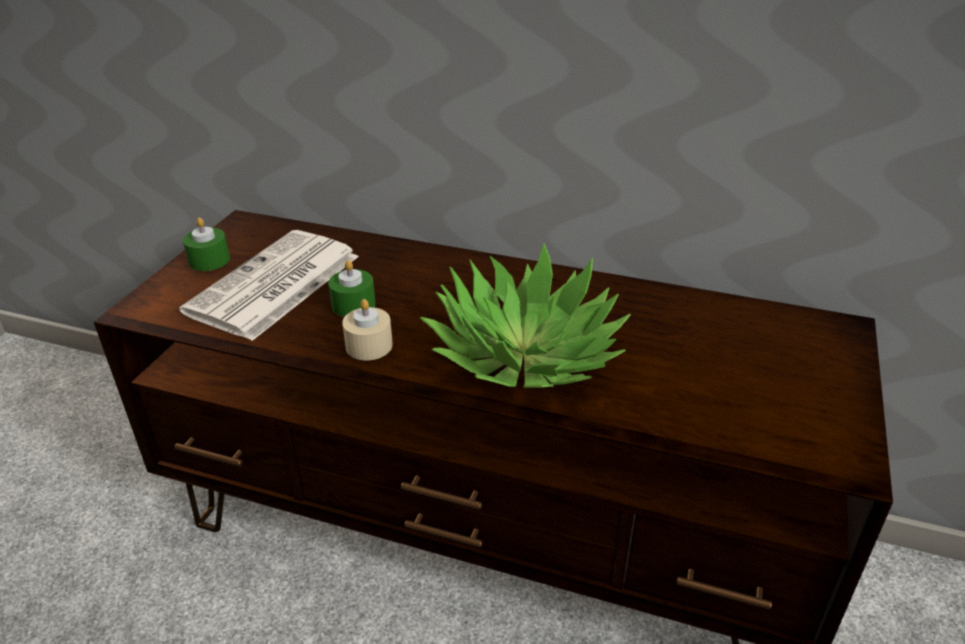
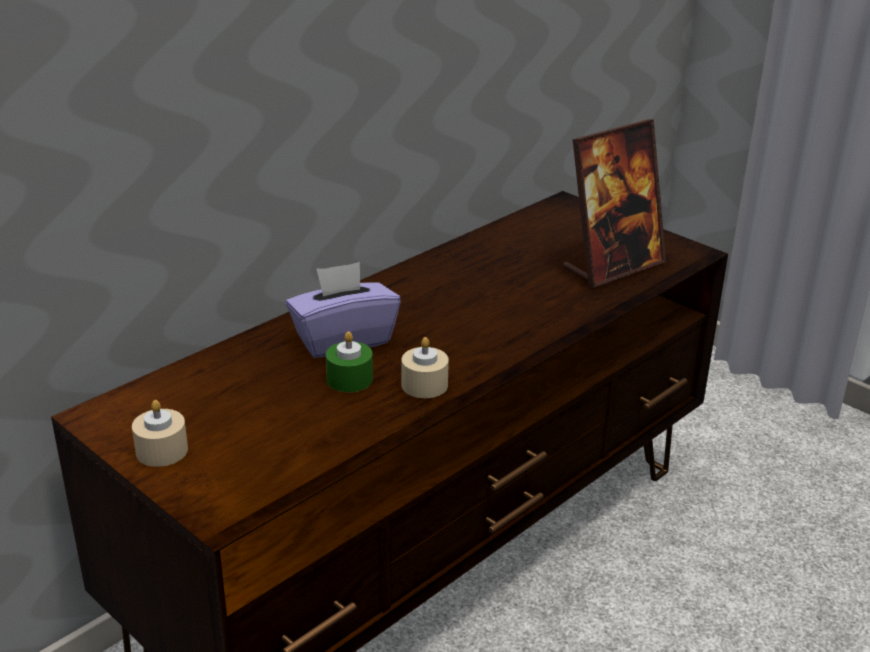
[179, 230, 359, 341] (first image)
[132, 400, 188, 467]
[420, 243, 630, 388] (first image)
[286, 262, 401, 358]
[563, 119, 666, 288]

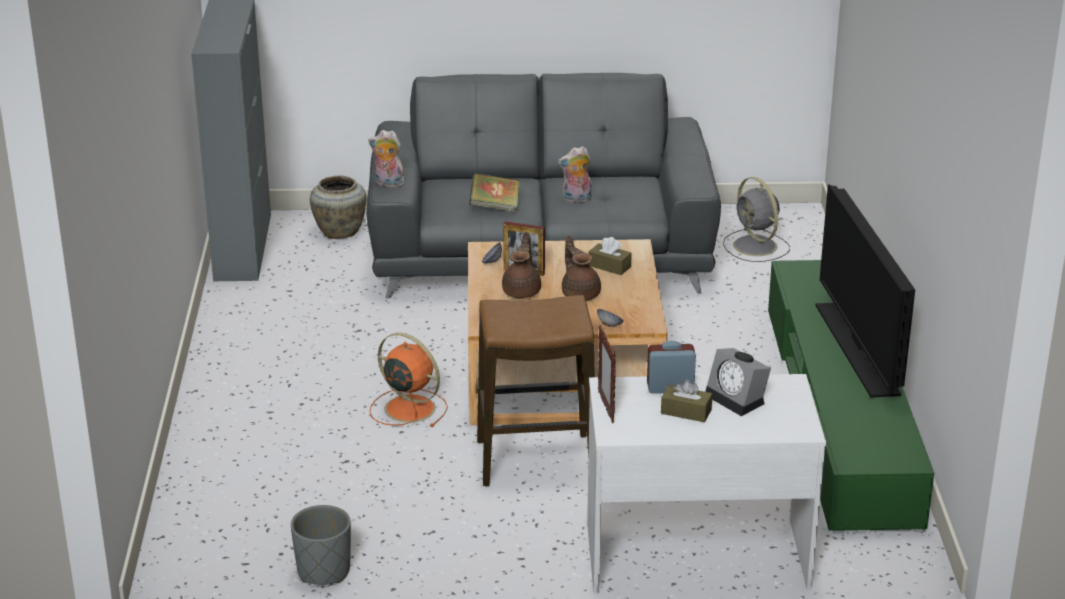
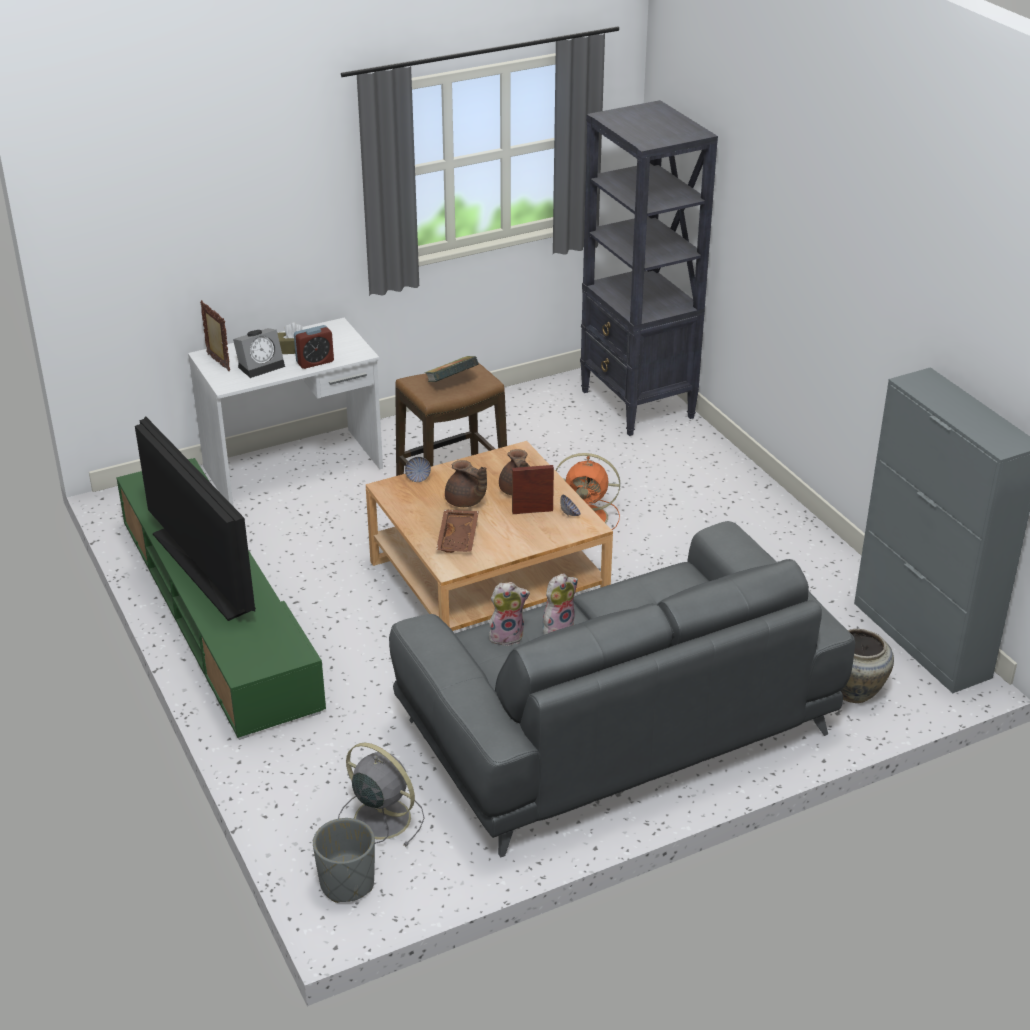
[313, 818, 375, 903]
[489, 582, 530, 646]
[424, 356, 479, 382]
[436, 509, 479, 553]
[200, 300, 230, 371]
[233, 328, 285, 378]
[580, 100, 718, 436]

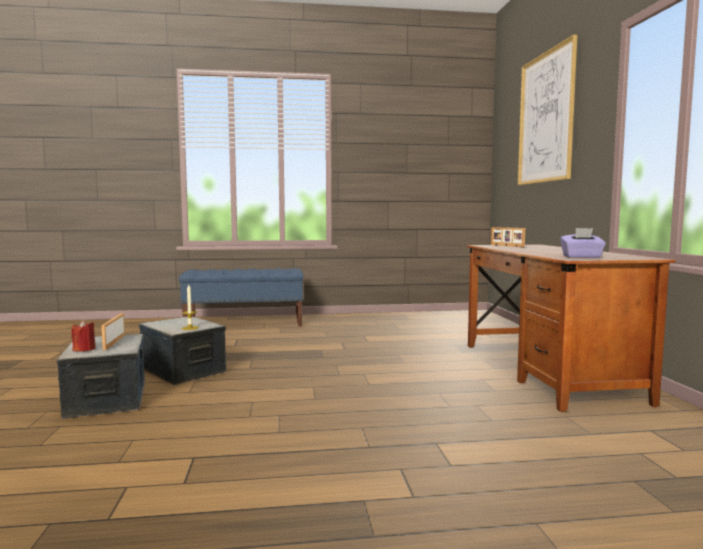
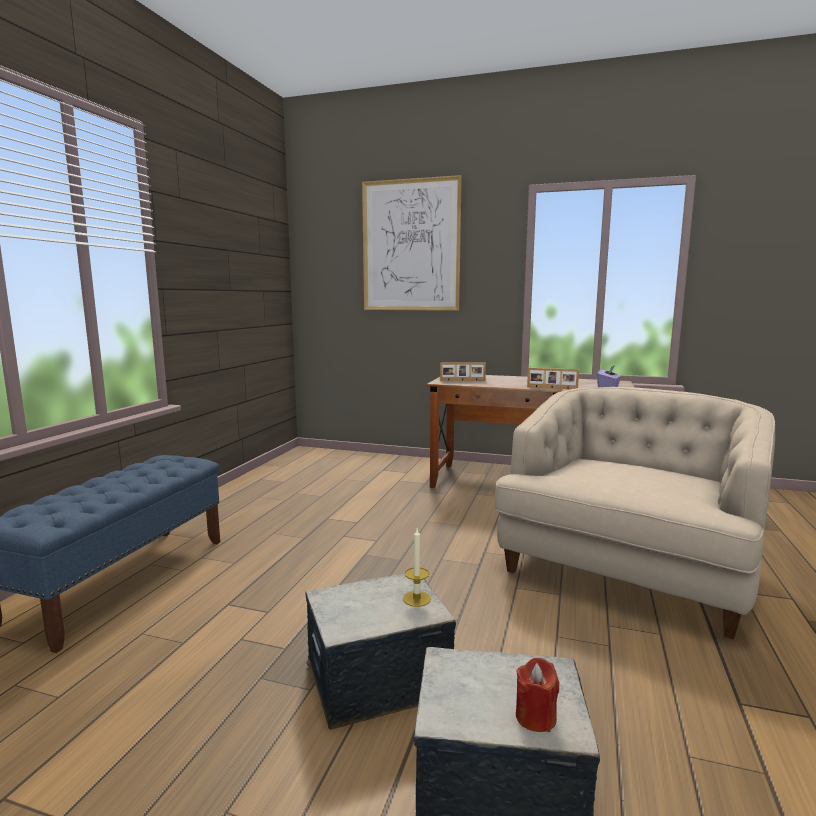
[527, 368, 579, 389]
[495, 387, 775, 640]

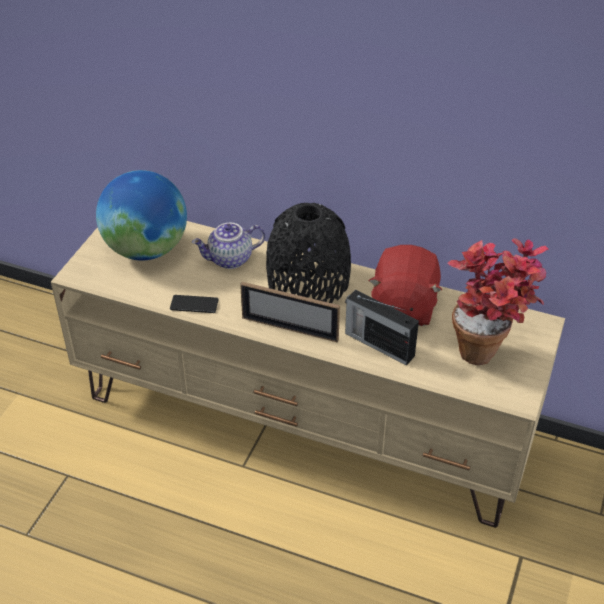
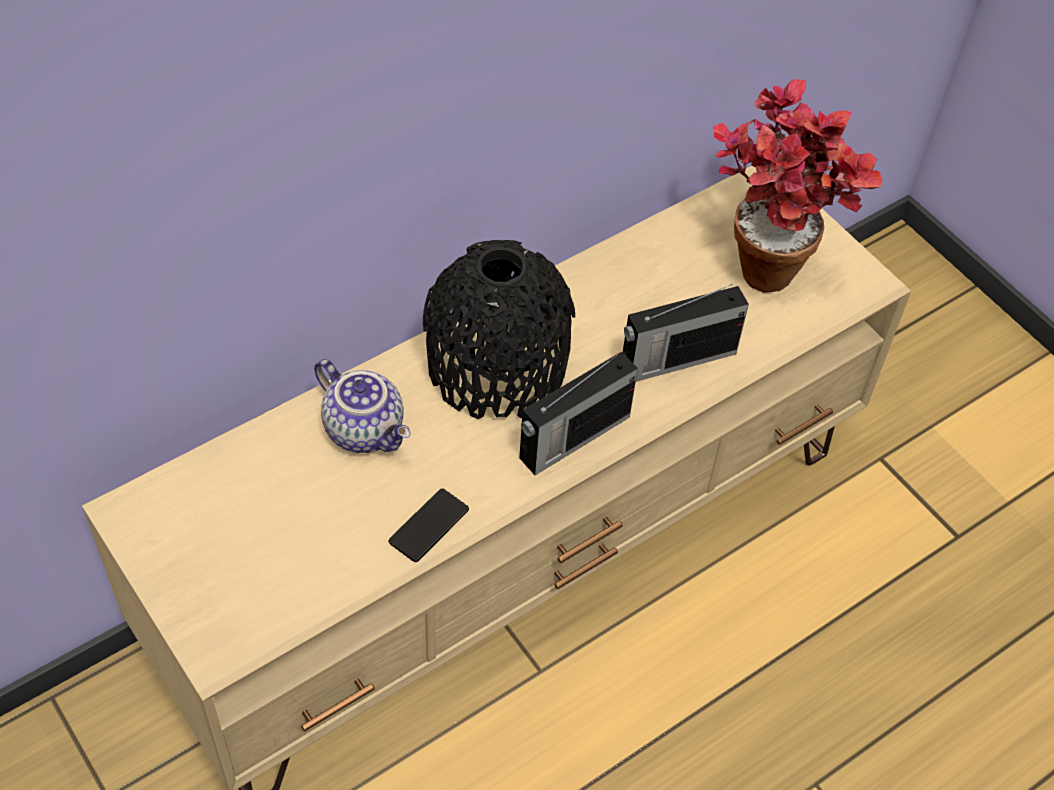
[96, 170, 187, 261] (first image)
[314, 359, 410, 453]
[519, 352, 638, 475]
[369, 245, 442, 326] (first image)

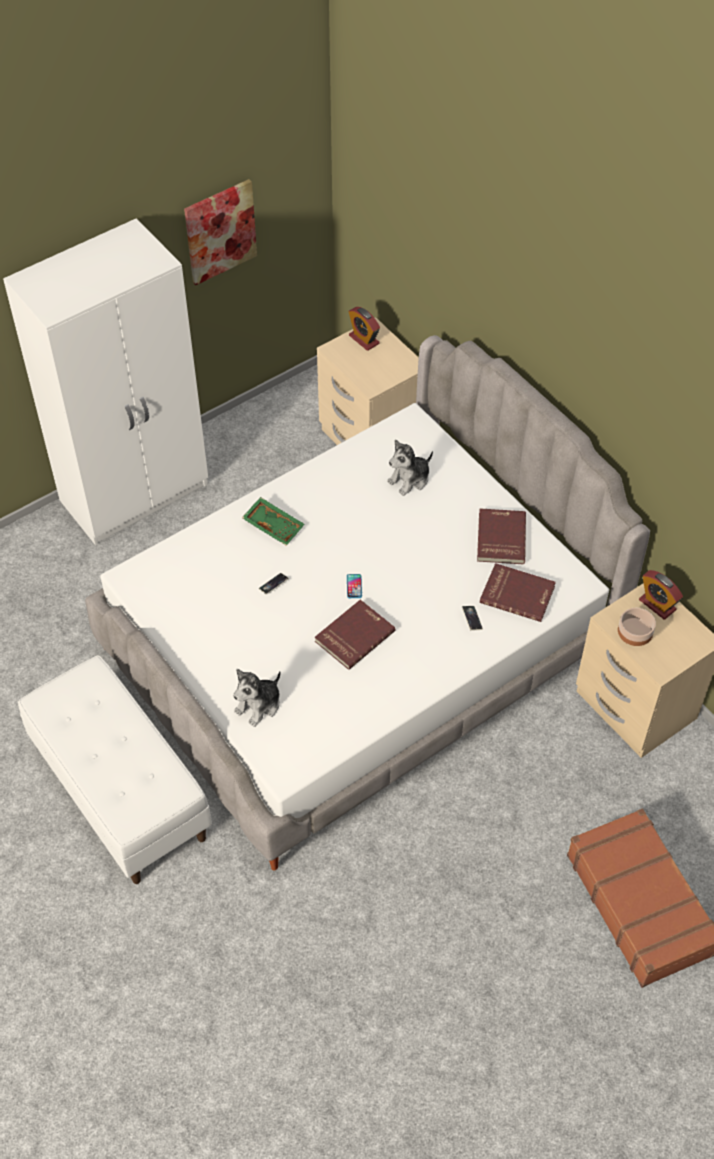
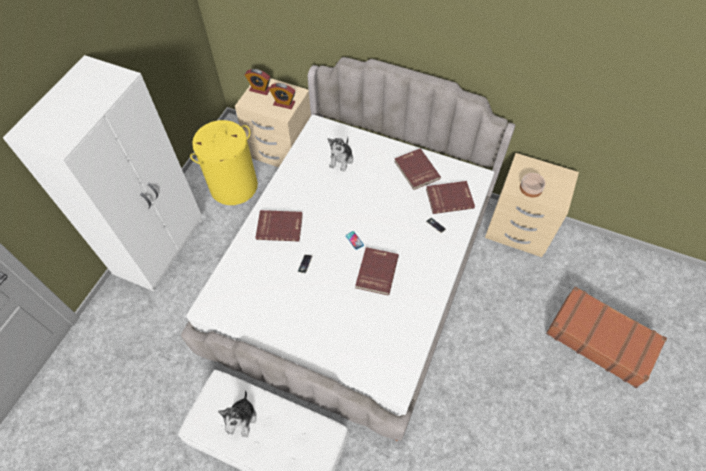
[184, 179, 257, 285] (first image)
[218, 390, 257, 438]
[255, 210, 303, 241]
[269, 83, 295, 109]
[190, 120, 258, 205]

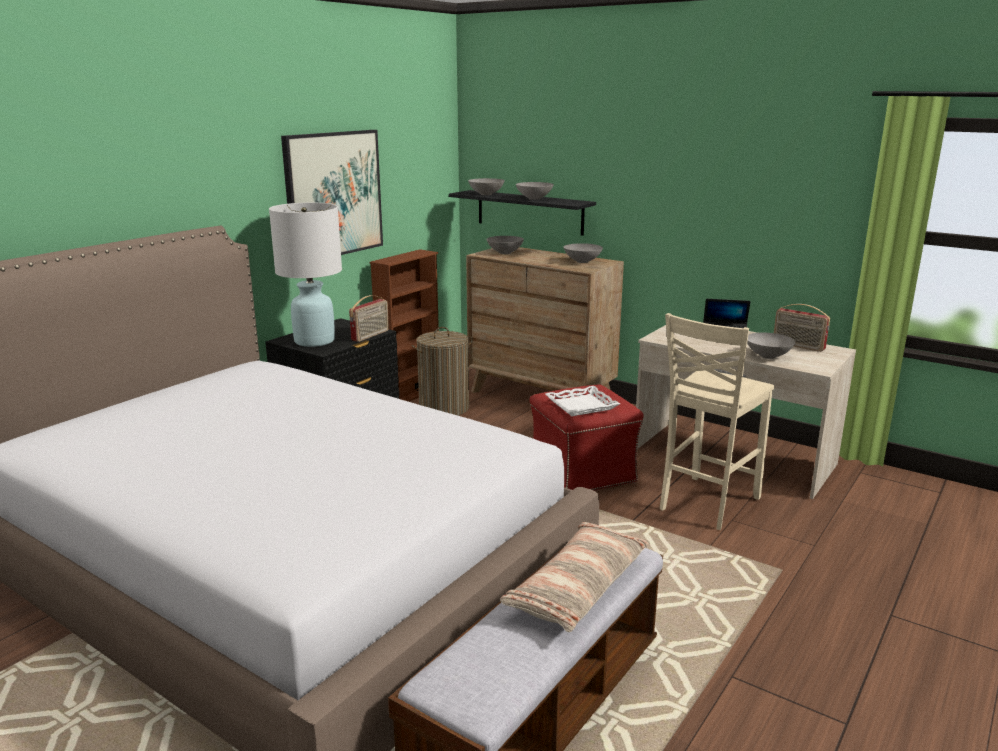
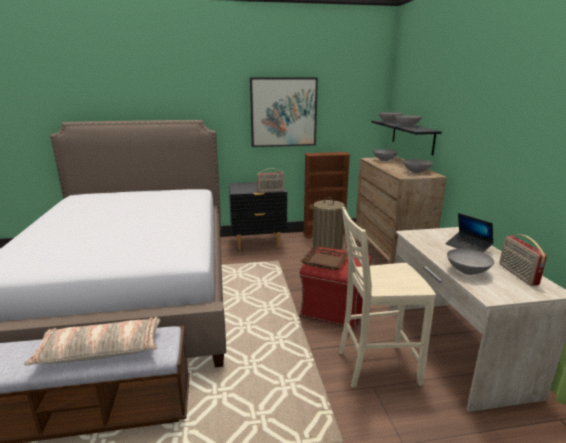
[269, 203, 342, 347] (first image)
[301, 247, 348, 270]

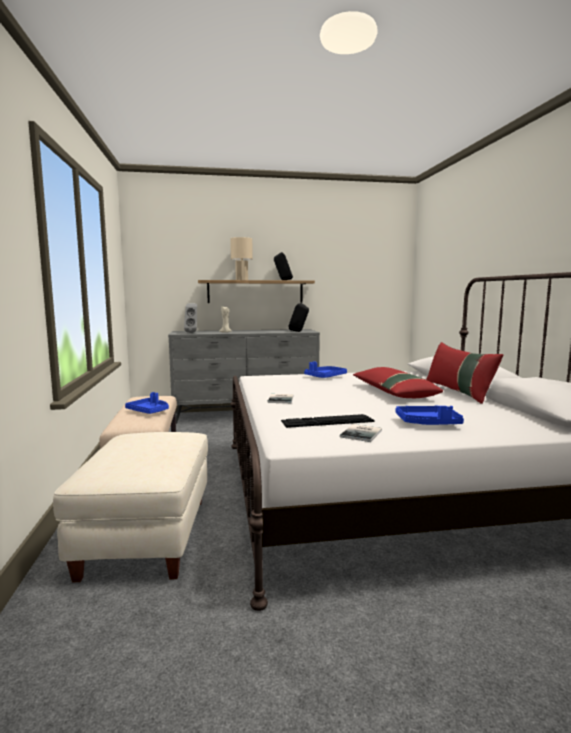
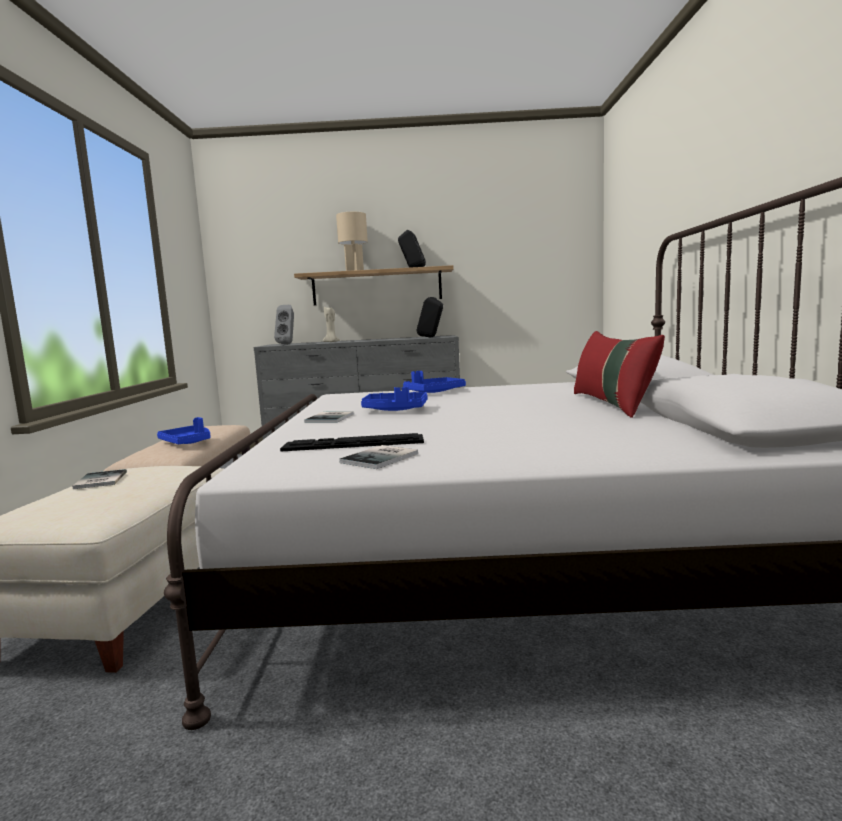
[353, 367, 443, 398] (first image)
[361, 387, 428, 411]
[72, 469, 127, 489]

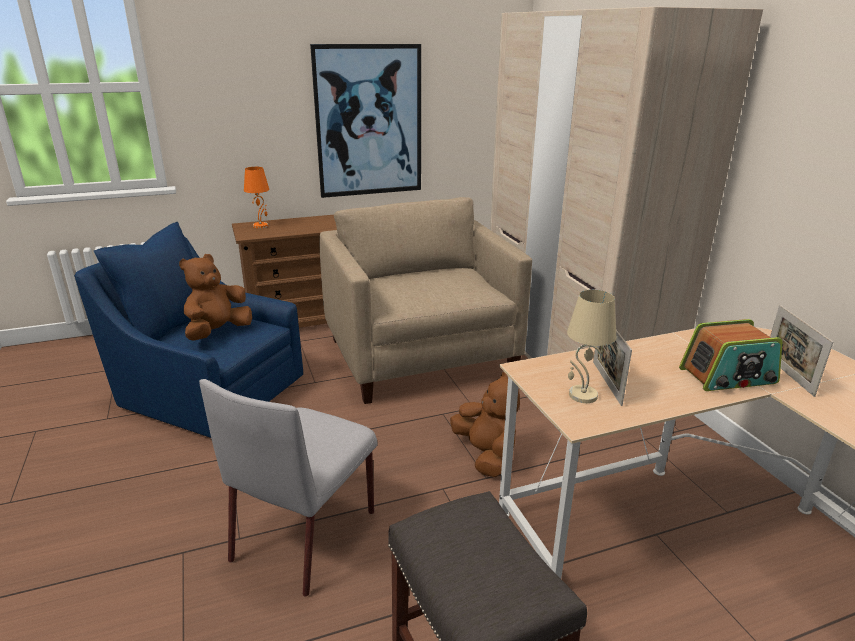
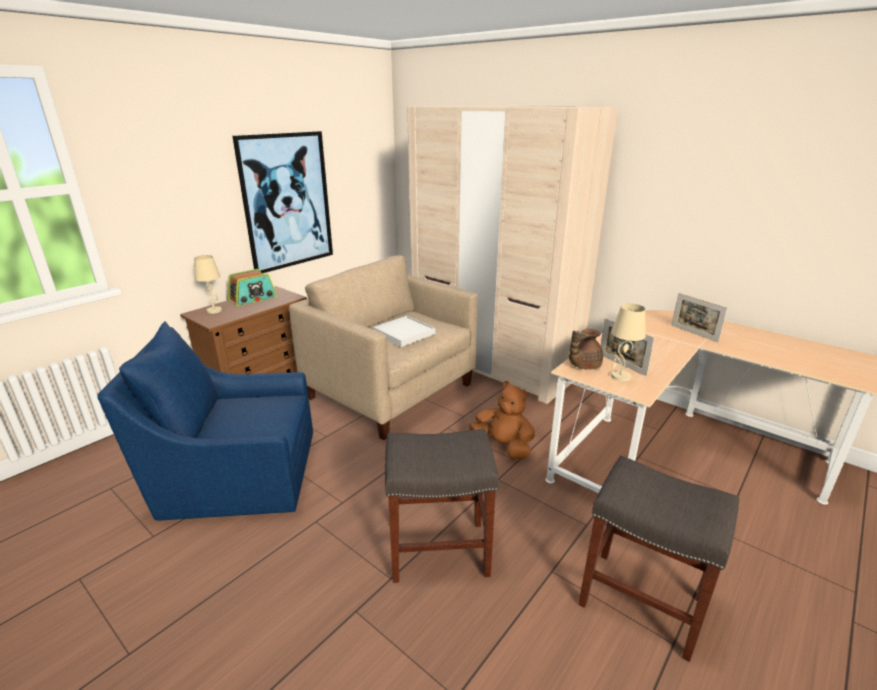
[179, 254, 252, 341] (first image)
[385, 429, 499, 583]
[194, 255, 222, 314]
[228, 269, 277, 306]
[373, 316, 435, 347]
[569, 328, 603, 370]

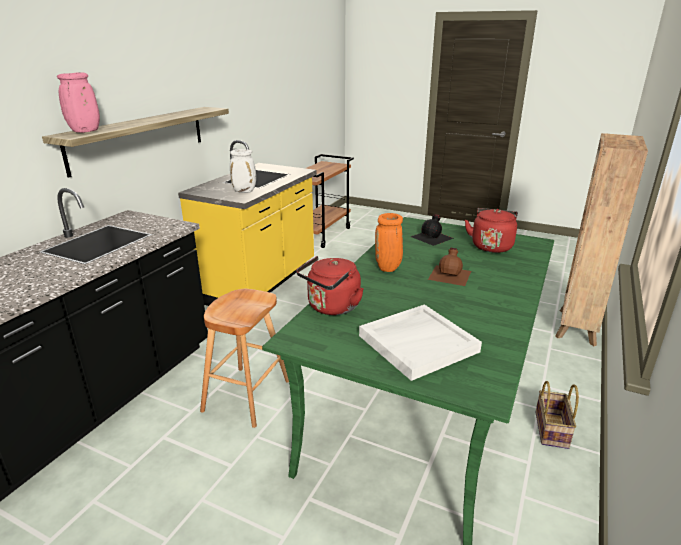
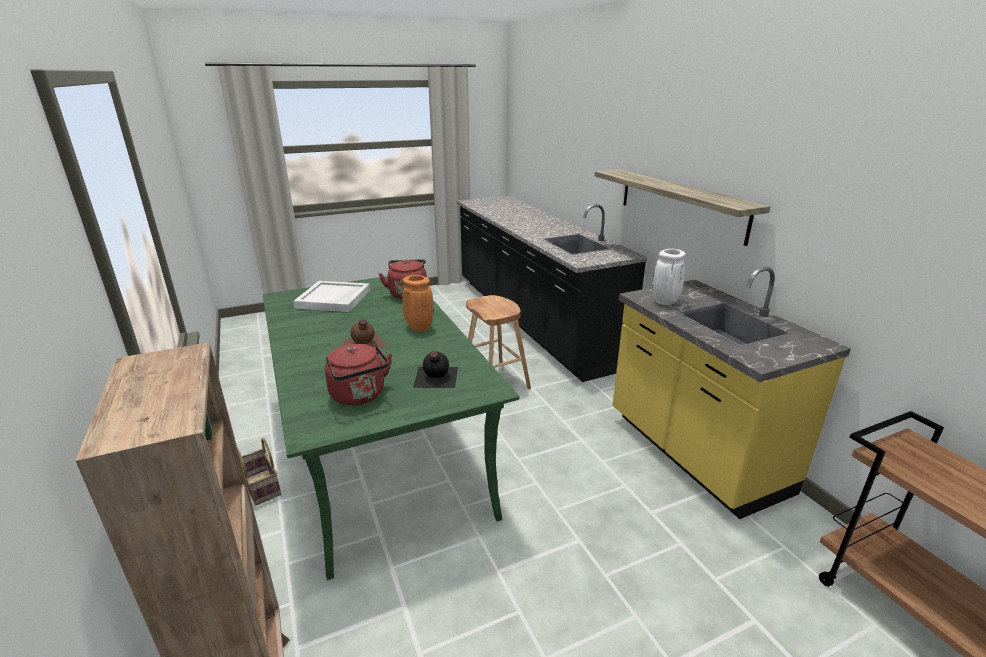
[57, 72, 100, 133] (first image)

